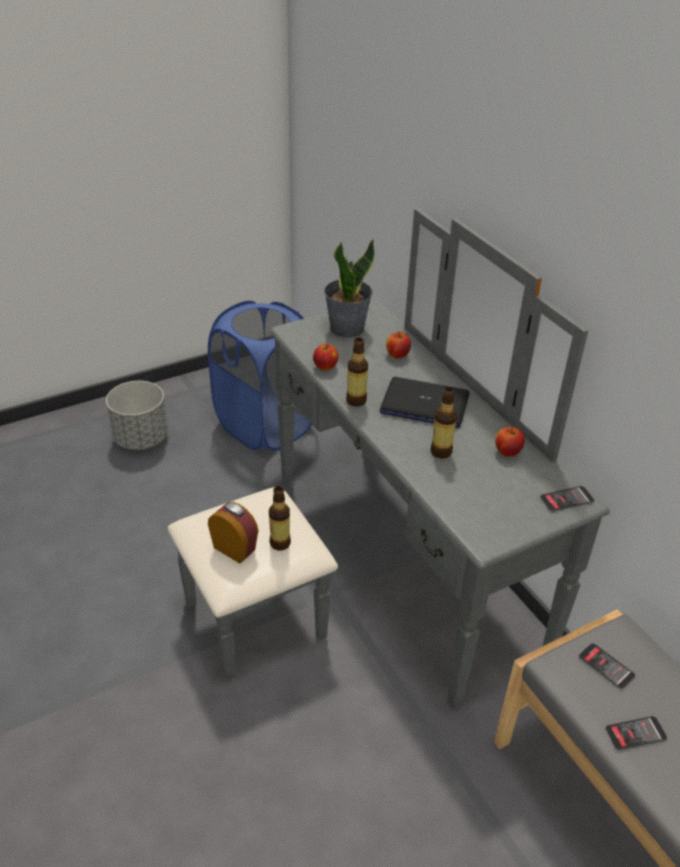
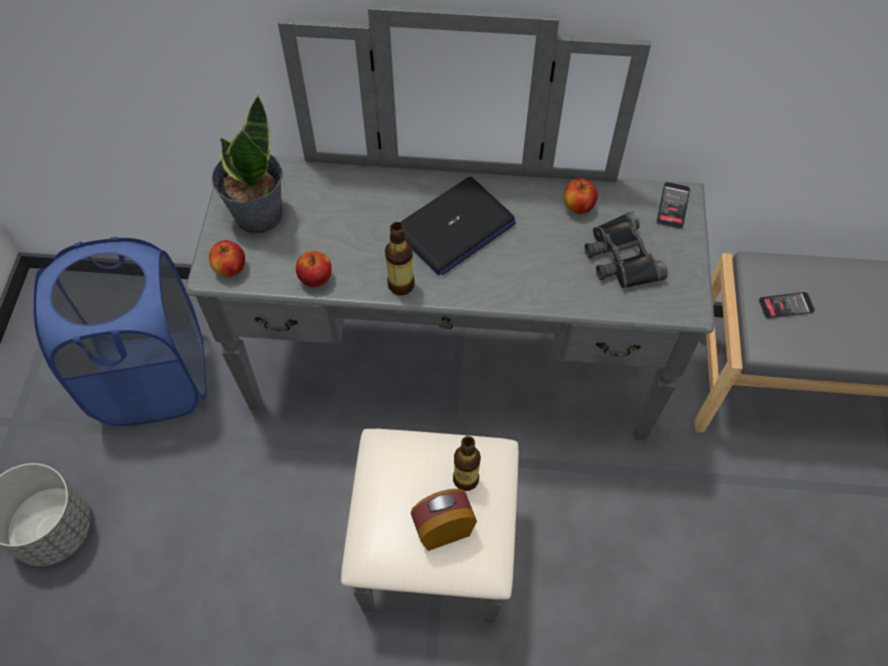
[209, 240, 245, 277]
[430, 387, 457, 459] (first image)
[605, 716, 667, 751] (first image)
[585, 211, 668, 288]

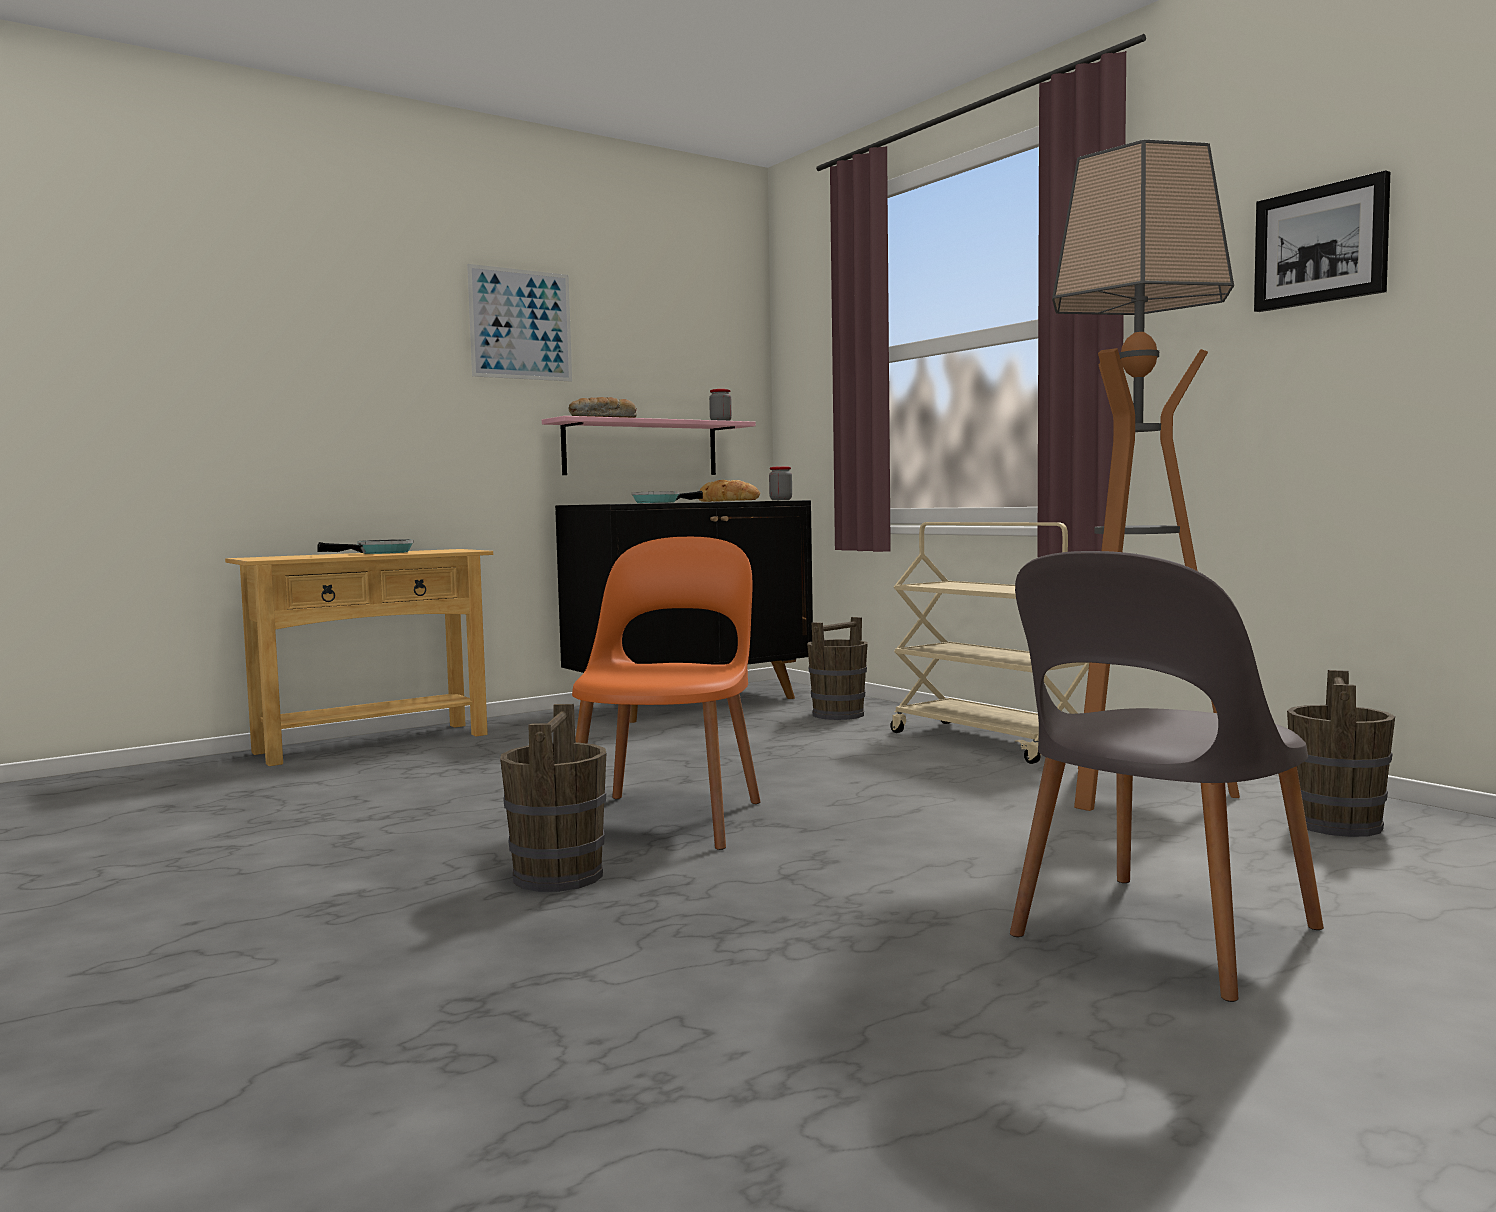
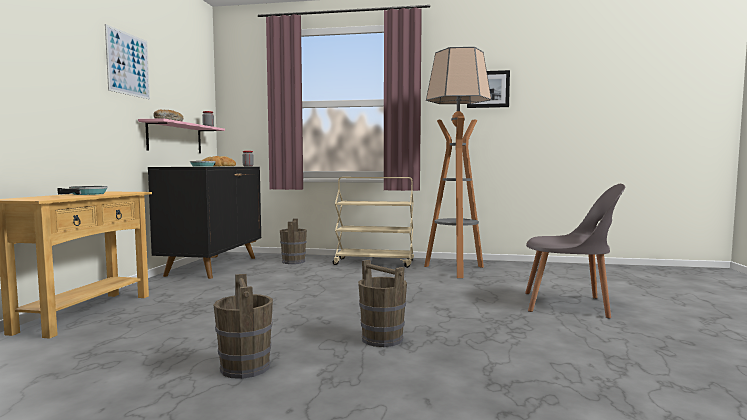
[572, 537, 761, 850] (first image)
[525, 184, 625, 319]
[214, 274, 273, 379]

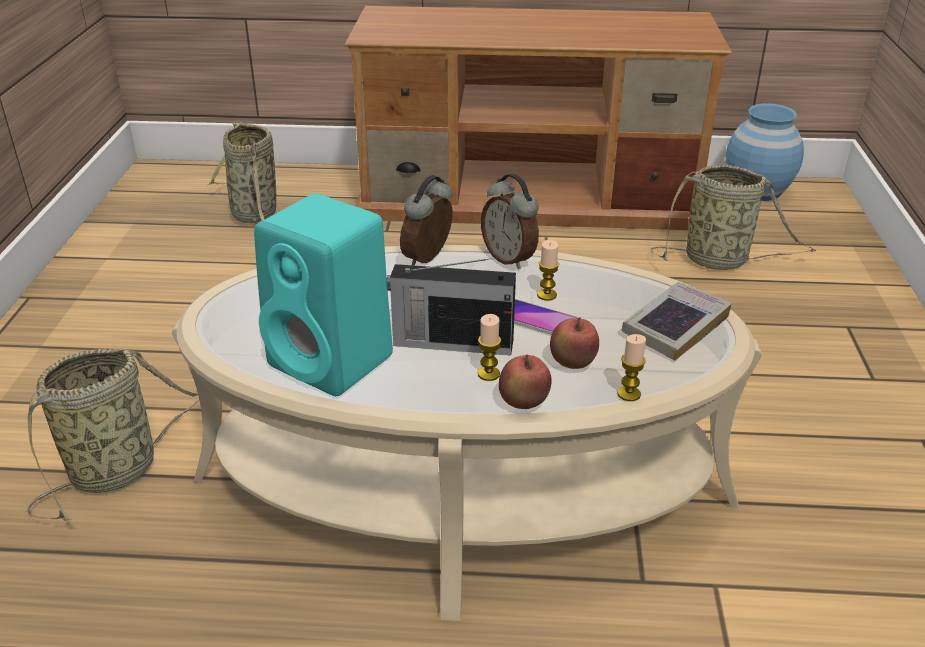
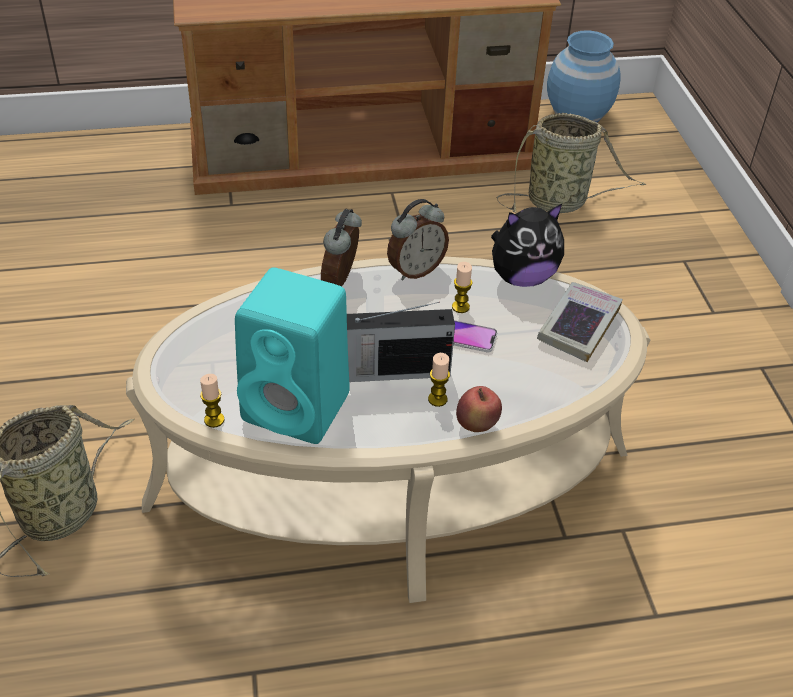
[208, 121, 276, 224] (first image)
[387, 199, 449, 280]
[550, 317, 599, 369] (first image)
[200, 374, 224, 428]
[491, 204, 564, 287]

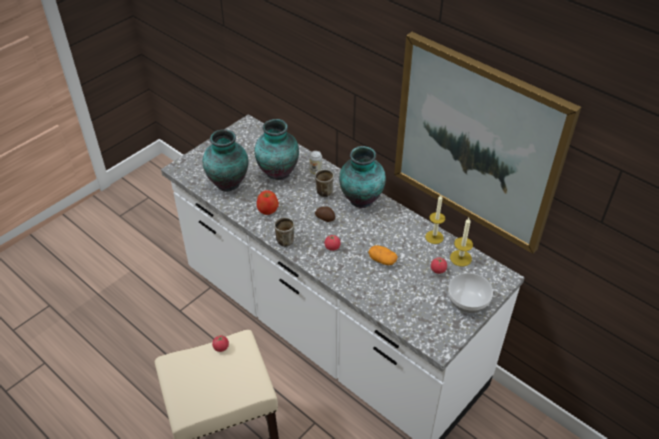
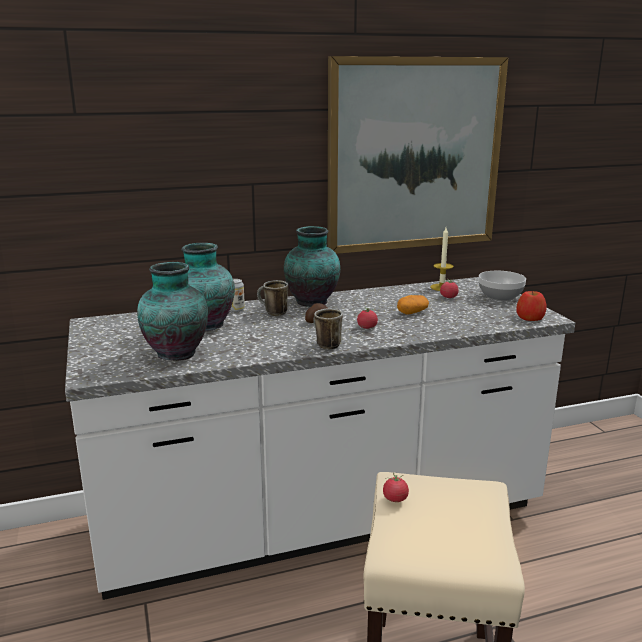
[516, 291, 547, 321]
[425, 195, 445, 244] (first image)

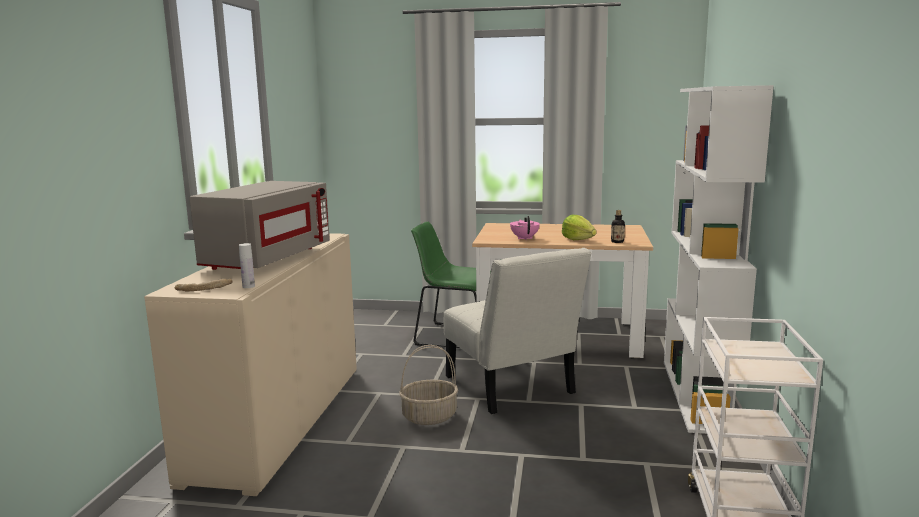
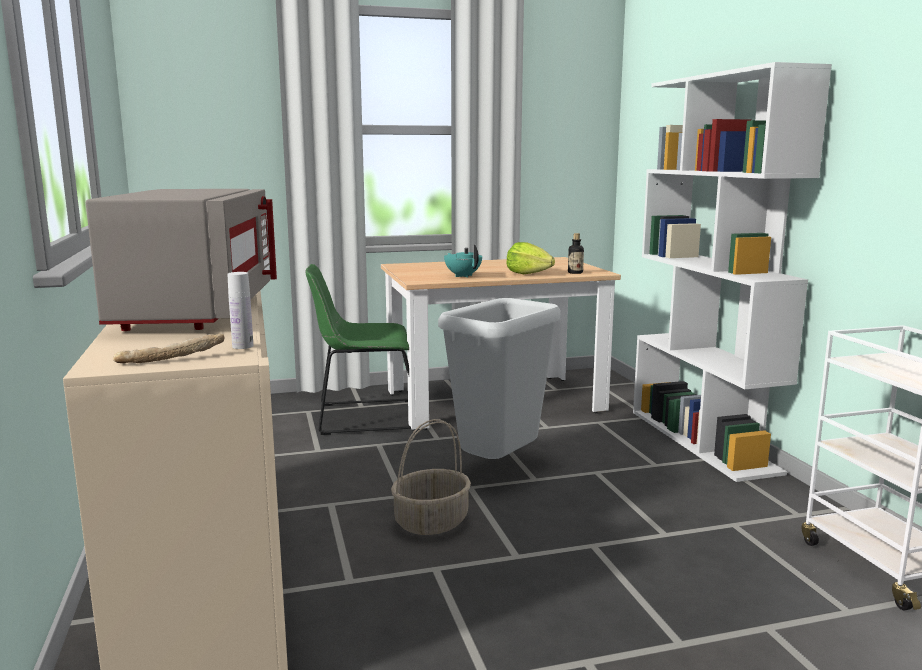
[438, 298, 560, 459]
[444, 245, 482, 278]

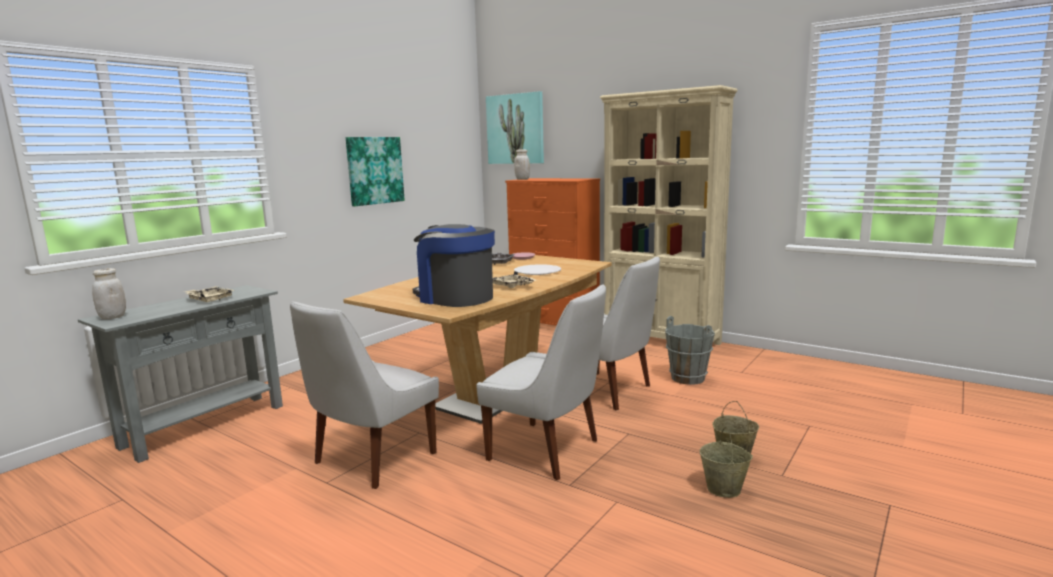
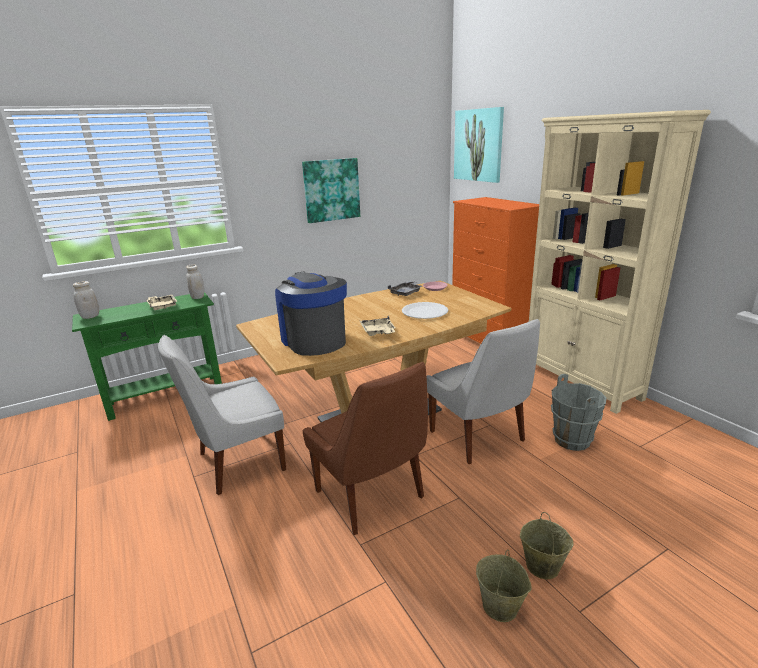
[72, 292, 222, 421]
[302, 362, 428, 535]
[186, 264, 204, 299]

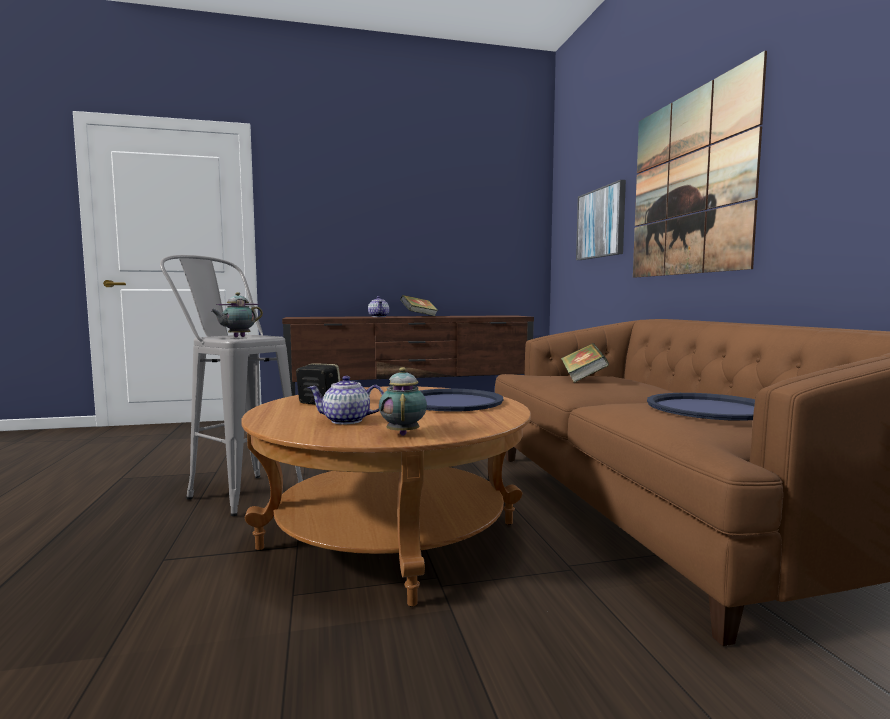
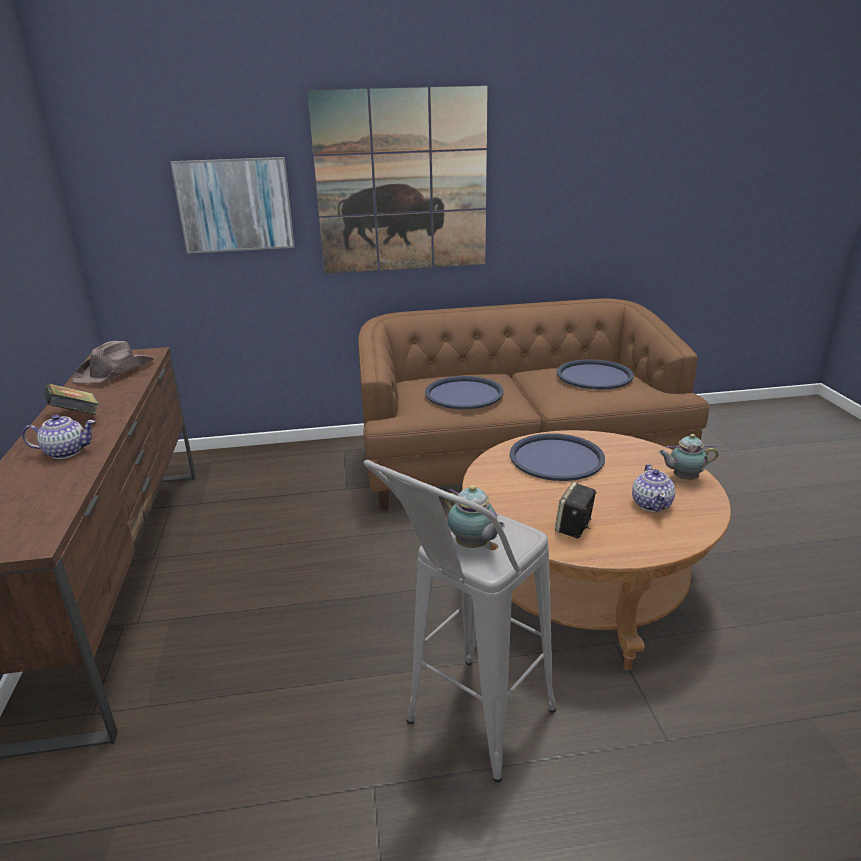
[425, 376, 504, 409]
[72, 341, 154, 383]

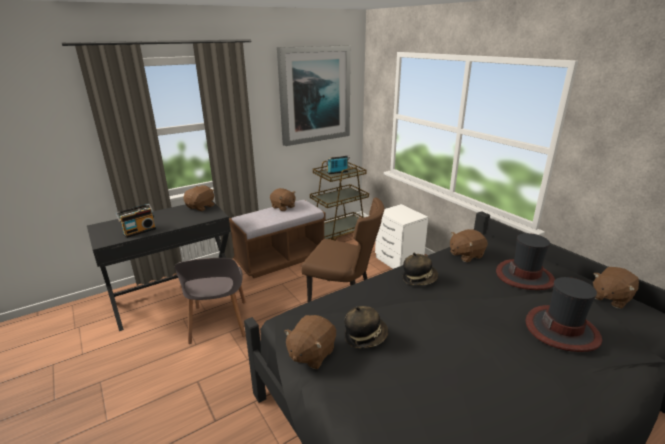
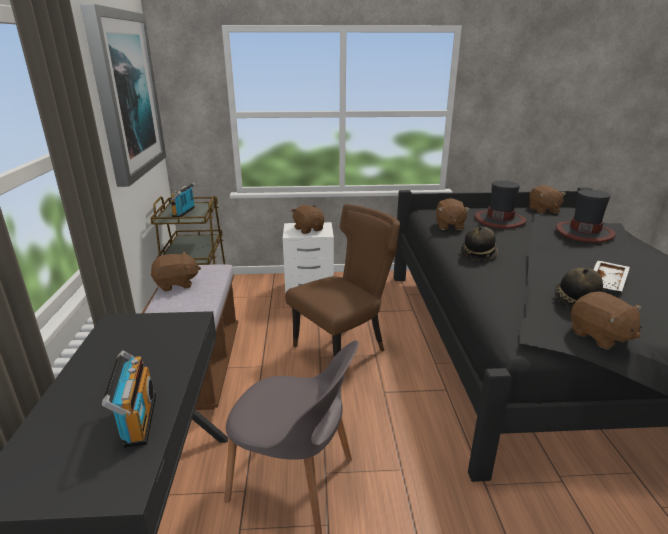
[291, 205, 324, 234]
[593, 260, 630, 291]

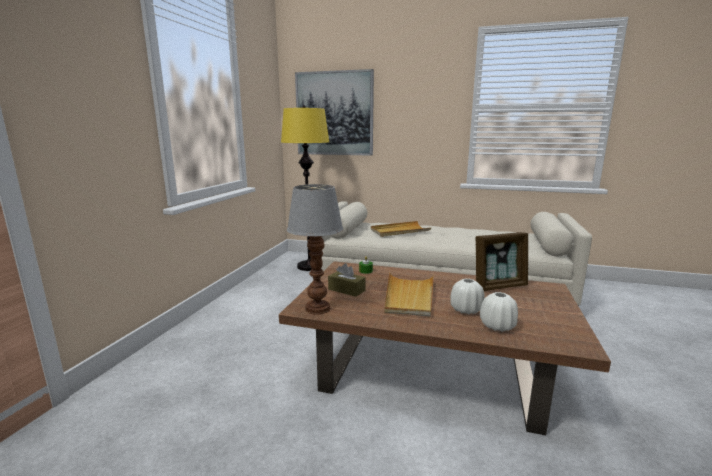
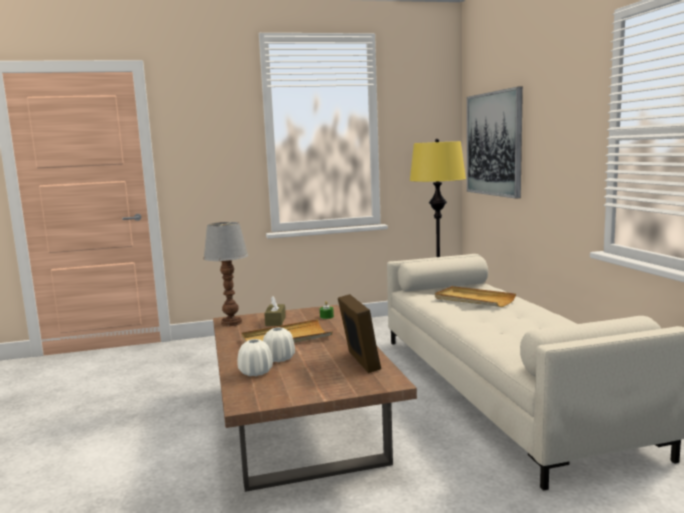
[338, 294, 381, 373]

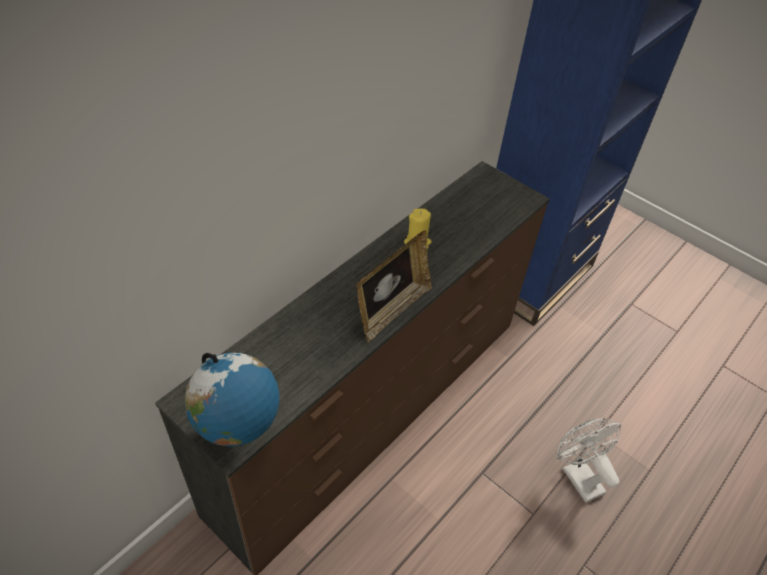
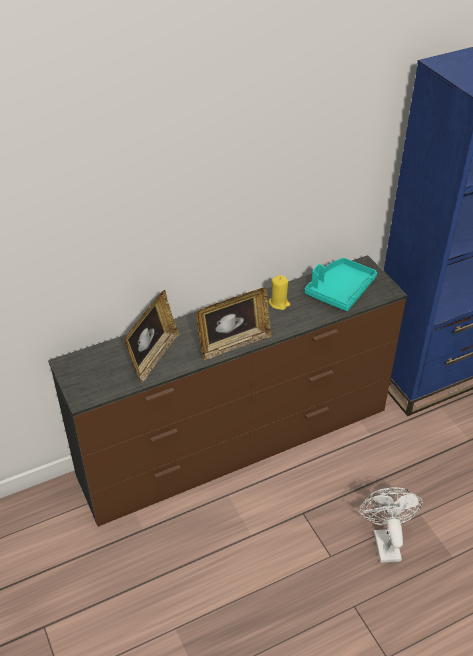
[185, 353, 279, 447] (first image)
[124, 290, 180, 384]
[305, 258, 377, 311]

